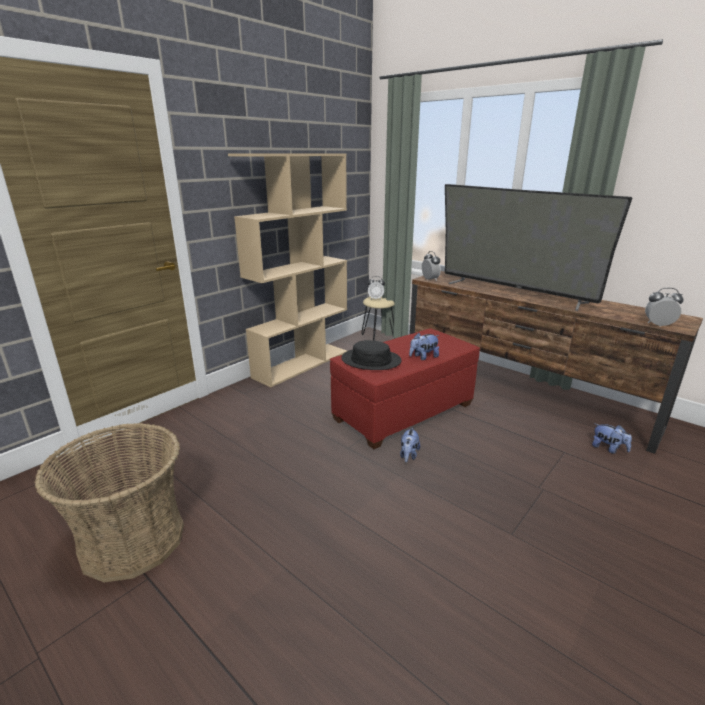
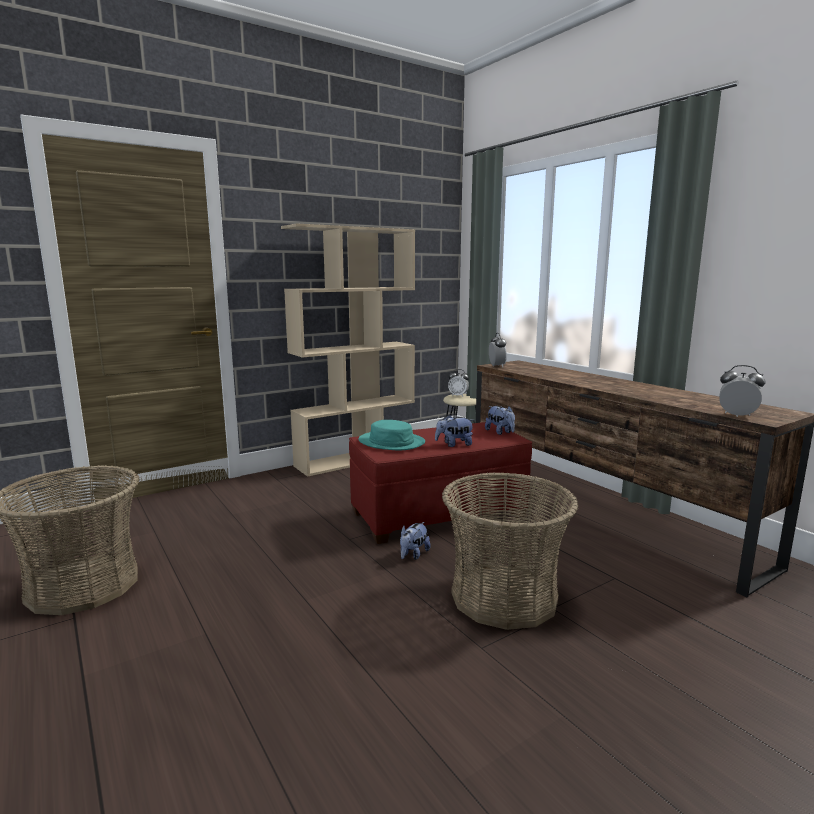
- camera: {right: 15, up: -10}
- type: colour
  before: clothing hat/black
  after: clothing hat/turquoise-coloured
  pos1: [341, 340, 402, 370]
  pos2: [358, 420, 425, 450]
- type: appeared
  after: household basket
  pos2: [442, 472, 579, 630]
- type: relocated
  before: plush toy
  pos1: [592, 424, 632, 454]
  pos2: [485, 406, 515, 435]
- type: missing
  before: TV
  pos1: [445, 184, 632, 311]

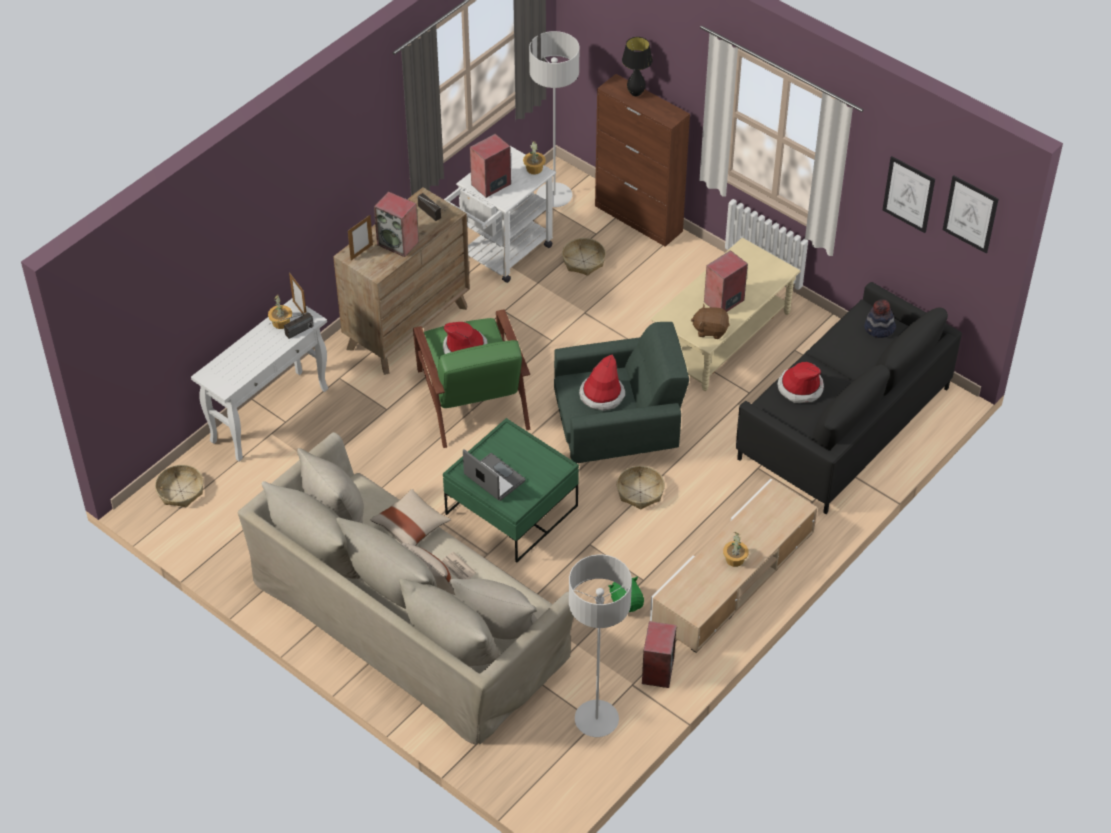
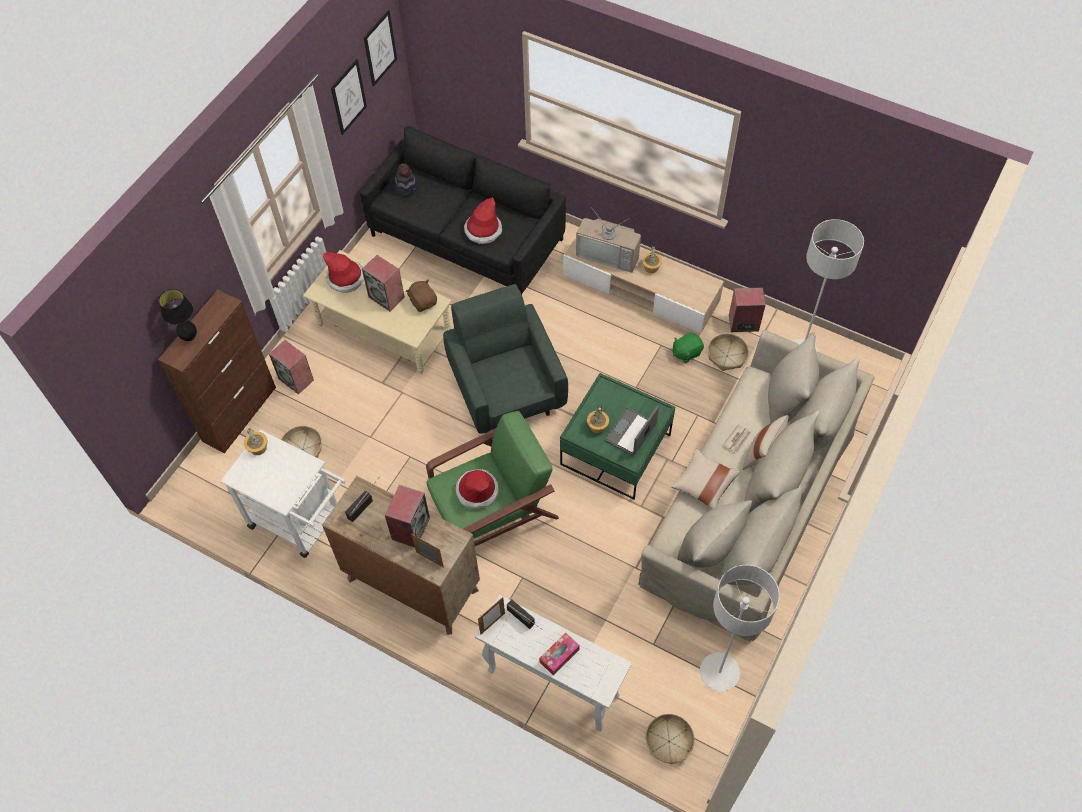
- camera: {right: -100, up: 10}
- type: relocated
  before: speaker
  pos1: [470, 134, 511, 198]
  pos2: [269, 340, 314, 394]
- type: relocated
  before: clothing hat
  pos1: [579, 355, 625, 411]
  pos2: [323, 252, 364, 293]
- type: spun
  before: plush toy/brownish
  pos1: [691, 304, 729, 339]
  pos2: [406, 279, 437, 312]
  turn: 150
- type: appeared
  after: tissue box
  pos2: [539, 632, 580, 676]
- type: appeared
  after: TV
  pos2: [576, 207, 641, 273]
- type: relocated
  before: houseplant
  pos1: [268, 294, 292, 329]
  pos2: [587, 406, 609, 433]
- type: relocated
  before: standard lamp/grey
  pos1: [529, 31, 579, 207]
  pos2: [700, 565, 780, 691]
- type: relocated
  before: household basket
  pos1: [617, 466, 665, 510]
  pos2: [708, 333, 749, 371]

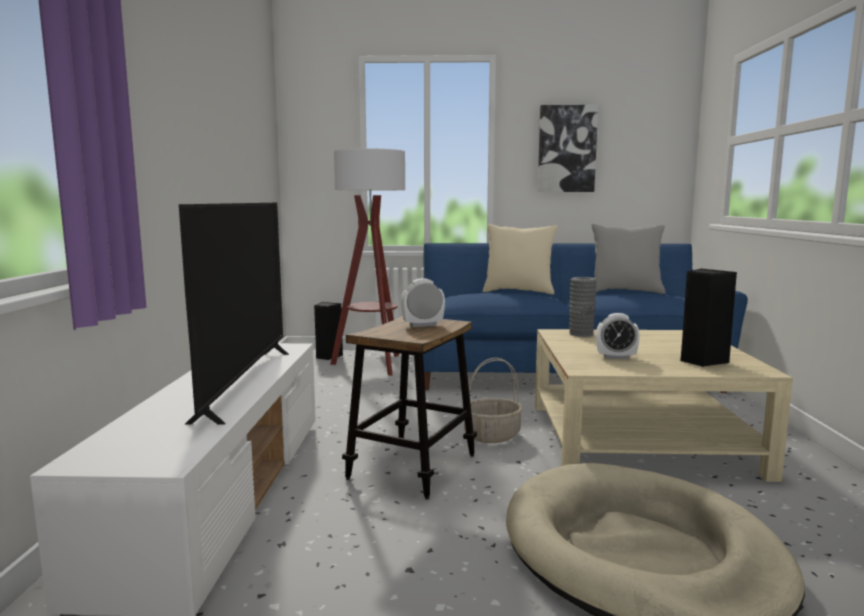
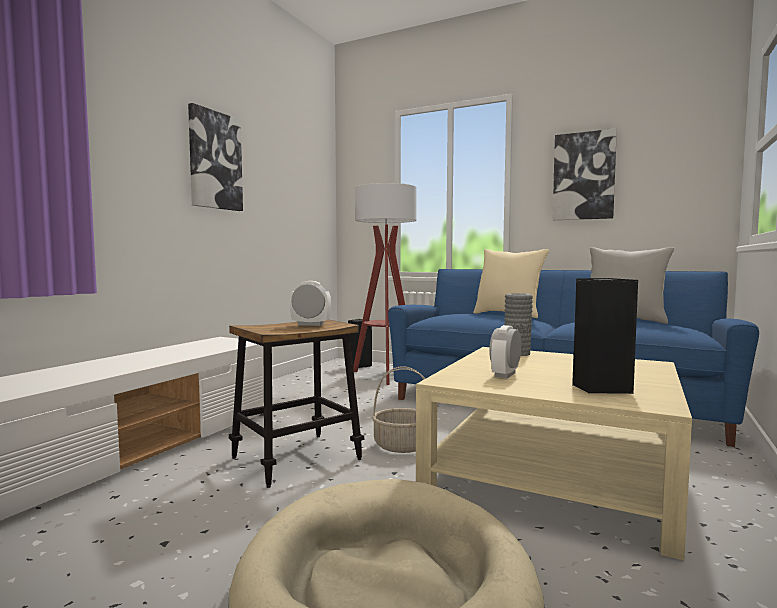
- camera: {right: 25, up: -5}
- type: appeared
  after: wall art
  pos2: [188, 103, 243, 211]
- type: spun
  before: alarm clock
  pos1: [596, 313, 640, 359]
  pos2: [489, 325, 522, 378]
  turn: 90
- type: missing
  before: TV
  pos1: [179, 203, 289, 425]

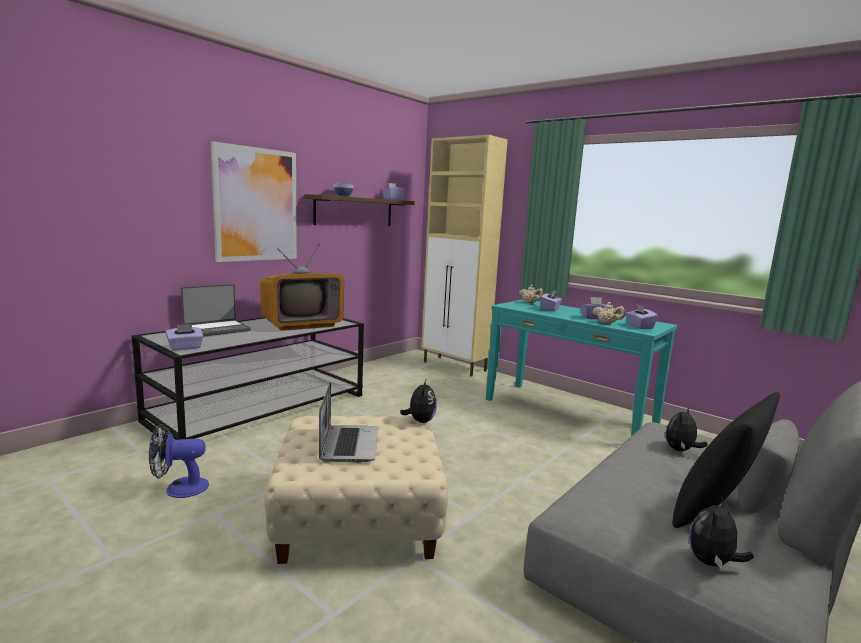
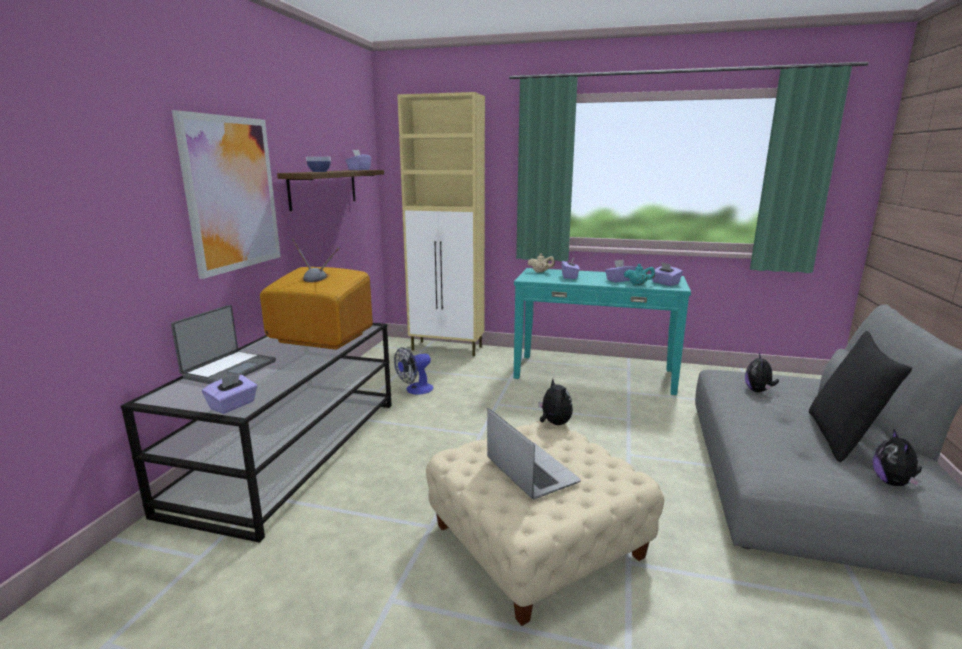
- camera: {right: -25, up: 5}
- type: spun
  before: TV
  pos1: [260, 244, 344, 331]
  pos2: [260, 238, 373, 350]
  turn: -105
- type: relocated
  before: electric fan
  pos1: [149, 424, 209, 498]
  pos2: [394, 347, 433, 395]
- type: colour
  before: pot for tea/beige
  after: pot for tea/turquoise-coloured
  pos1: [593, 302, 625, 324]
  pos2: [624, 264, 655, 285]

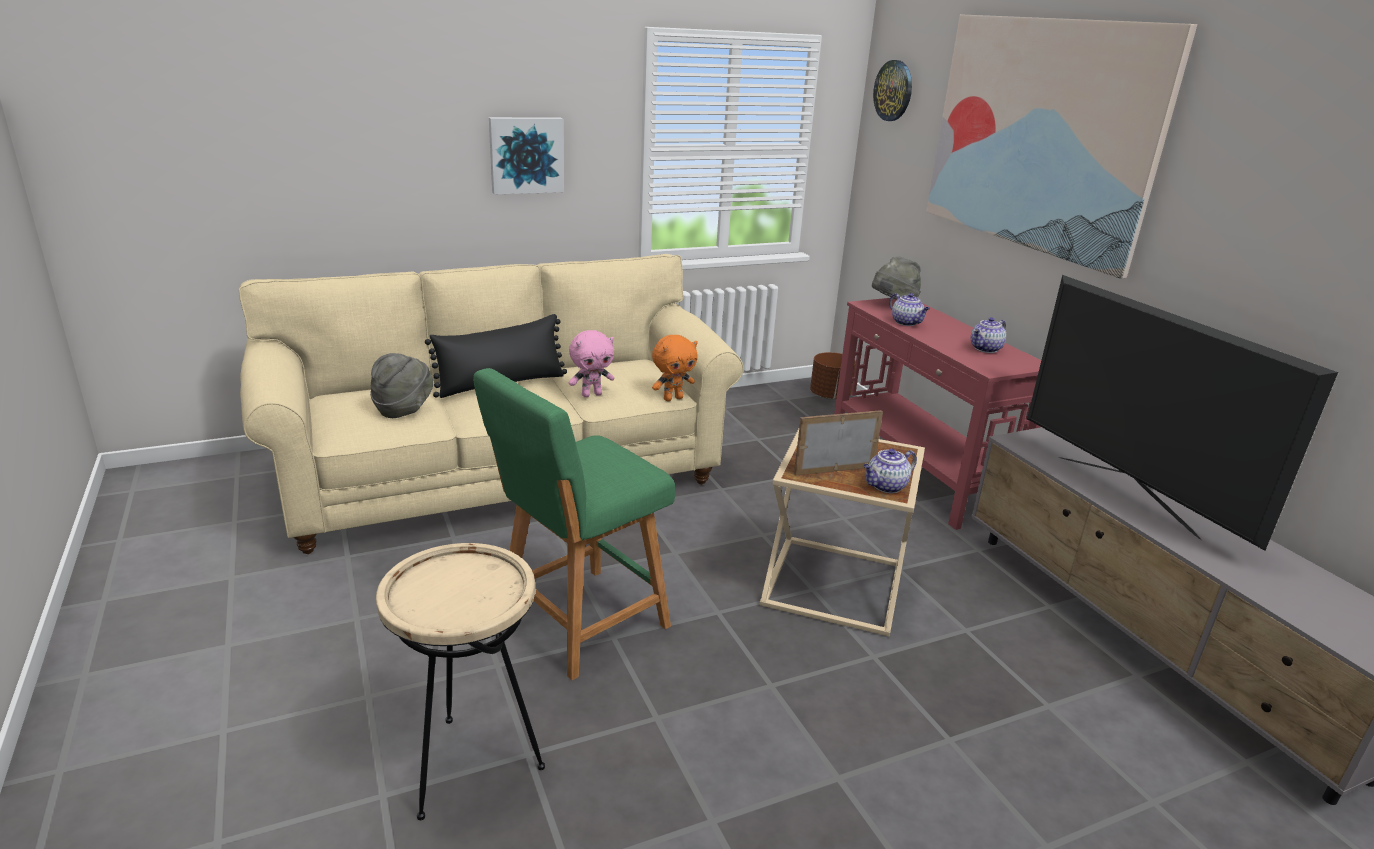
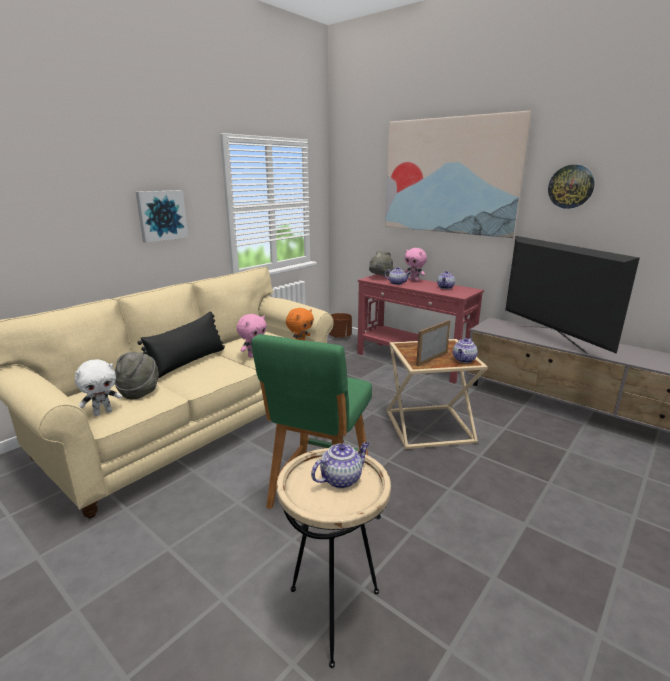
- camera: {right: -25, up: -5}
- type: appeared
  after: plush toy/white
  pos2: [75, 359, 122, 416]
- type: appeared
  after: pot for tea
  pos2: [311, 442, 369, 489]
- type: appeared
  after: plush toy/pinkish
  pos2: [405, 248, 427, 281]
- type: spun
  before: TV
  pos1: [1027, 275, 1338, 551]
  pos2: [505, 236, 640, 354]
  turn: -150
- type: relocated
  before: hanging clock
  pos1: [873, 60, 912, 121]
  pos2: [548, 165, 595, 209]

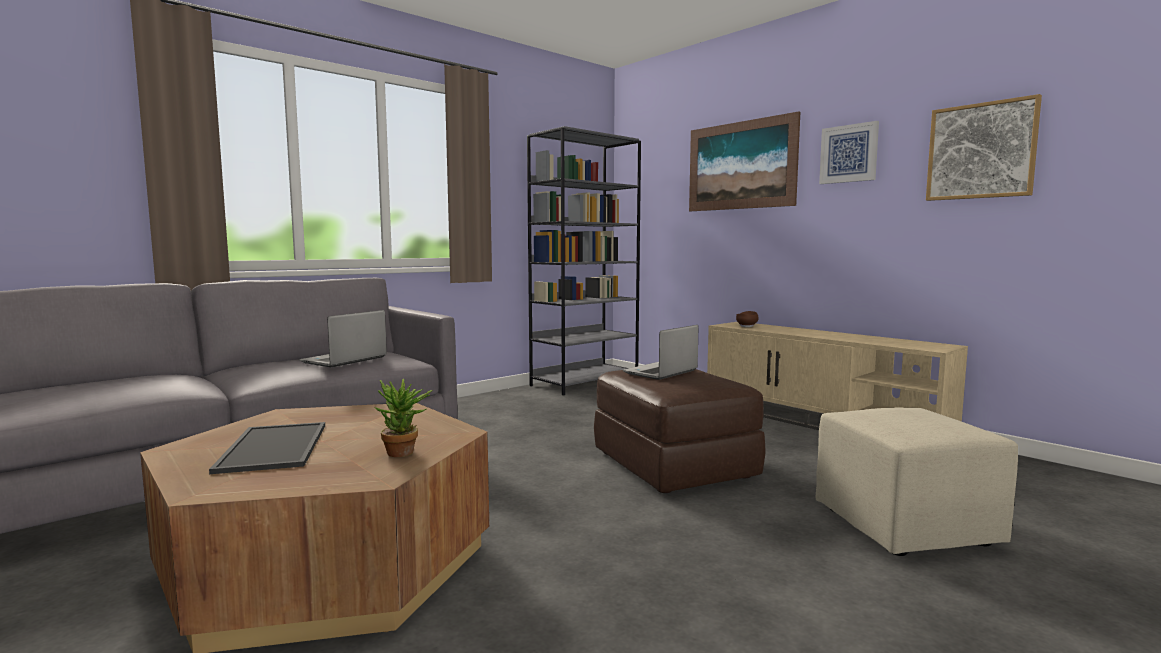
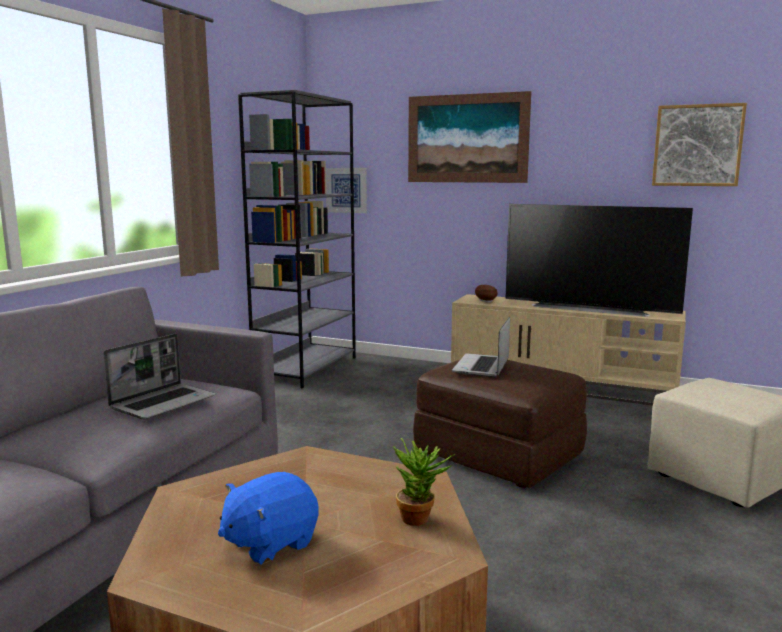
- camera: {right: -25, up: 5}
- type: spun
  before: portable computer
  pos1: [299, 310, 387, 367]
  pos2: [104, 334, 215, 419]
  turn: -150
- type: exchanged
  before: tray
  after: plush toy/blue-coloured
  pos1: [209, 422, 325, 474]
  pos2: [218, 472, 319, 565]
- type: relocated
  before: wall art
  pos1: [819, 121, 879, 184]
  pos2: [326, 168, 367, 213]
- type: appeared
  after: TV
  pos2: [505, 204, 693, 317]

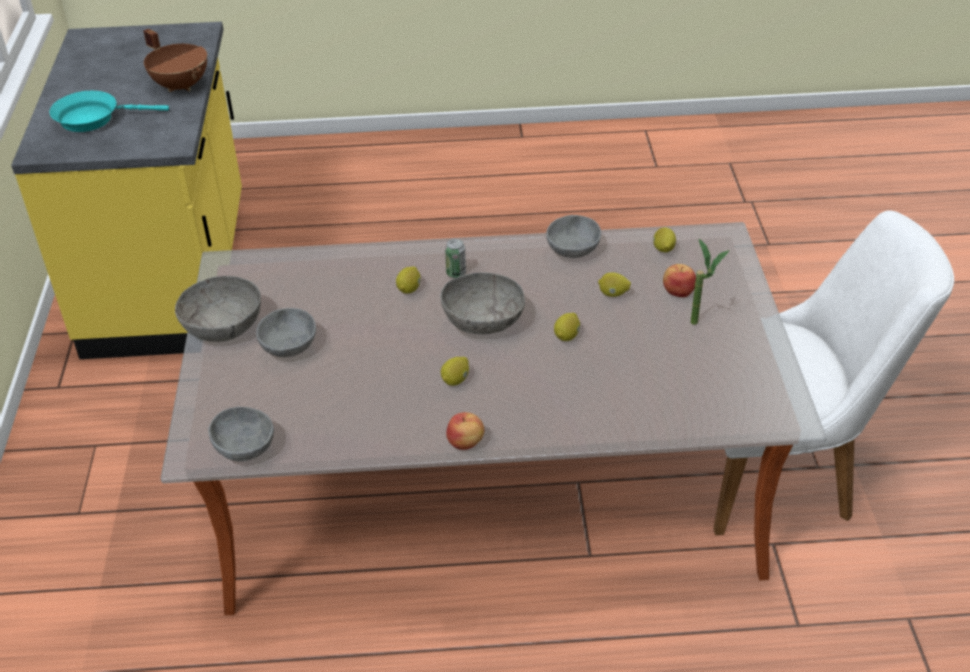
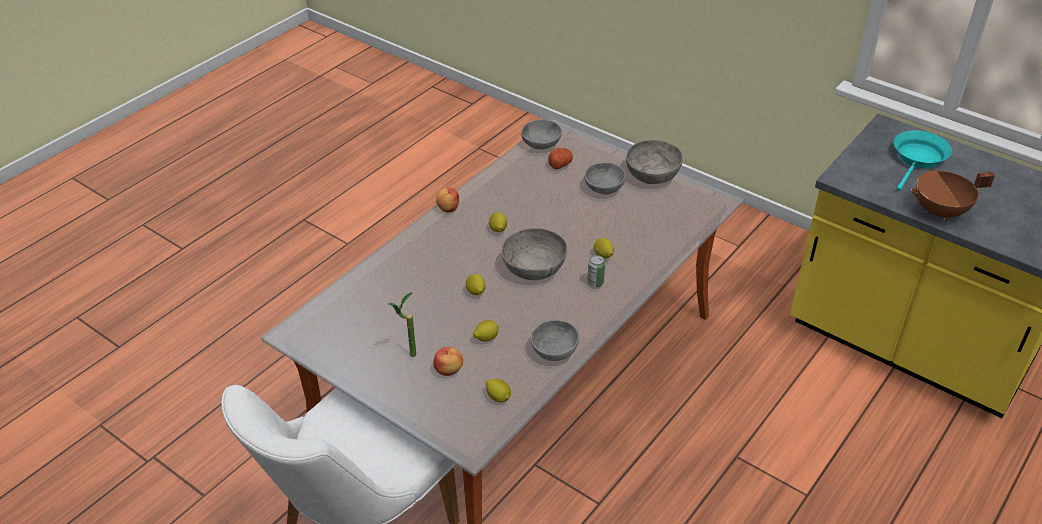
- camera: {right: 130, up: 0}
- type: appeared
  after: spud
  pos2: [548, 148, 573, 169]

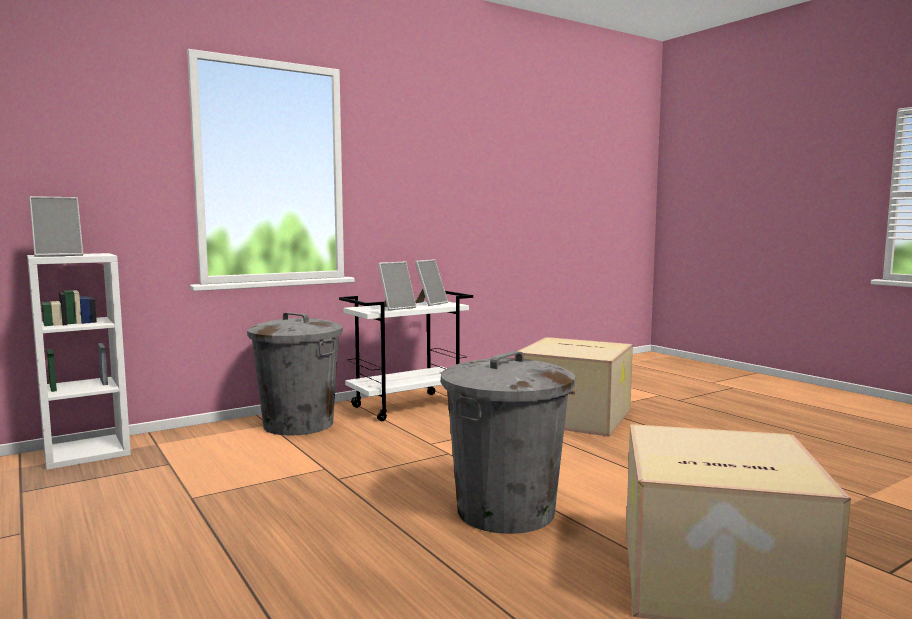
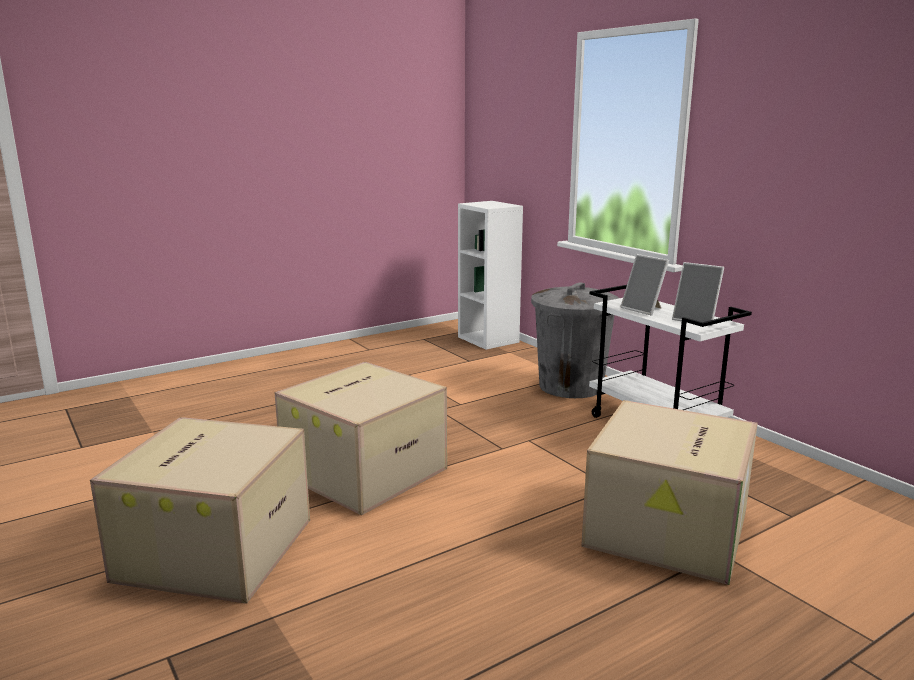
- camera: {right: 90, up: 10}
- type: exchanged
  before: trash can/grey
  after: packing box
  pos1: [441, 351, 575, 534]
  pos2: [274, 362, 447, 515]
- type: missing
  before: photo frame
  pos1: [29, 196, 83, 257]

